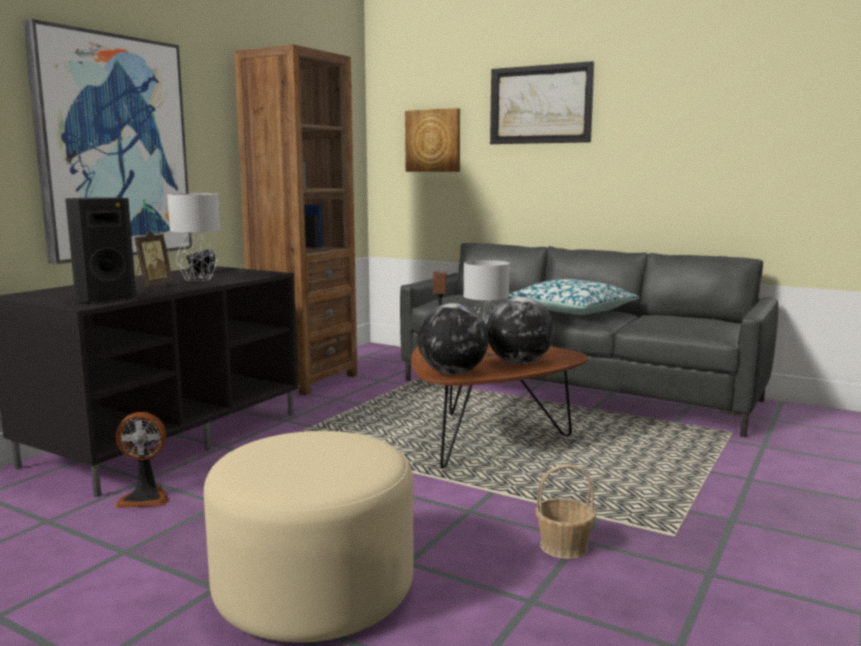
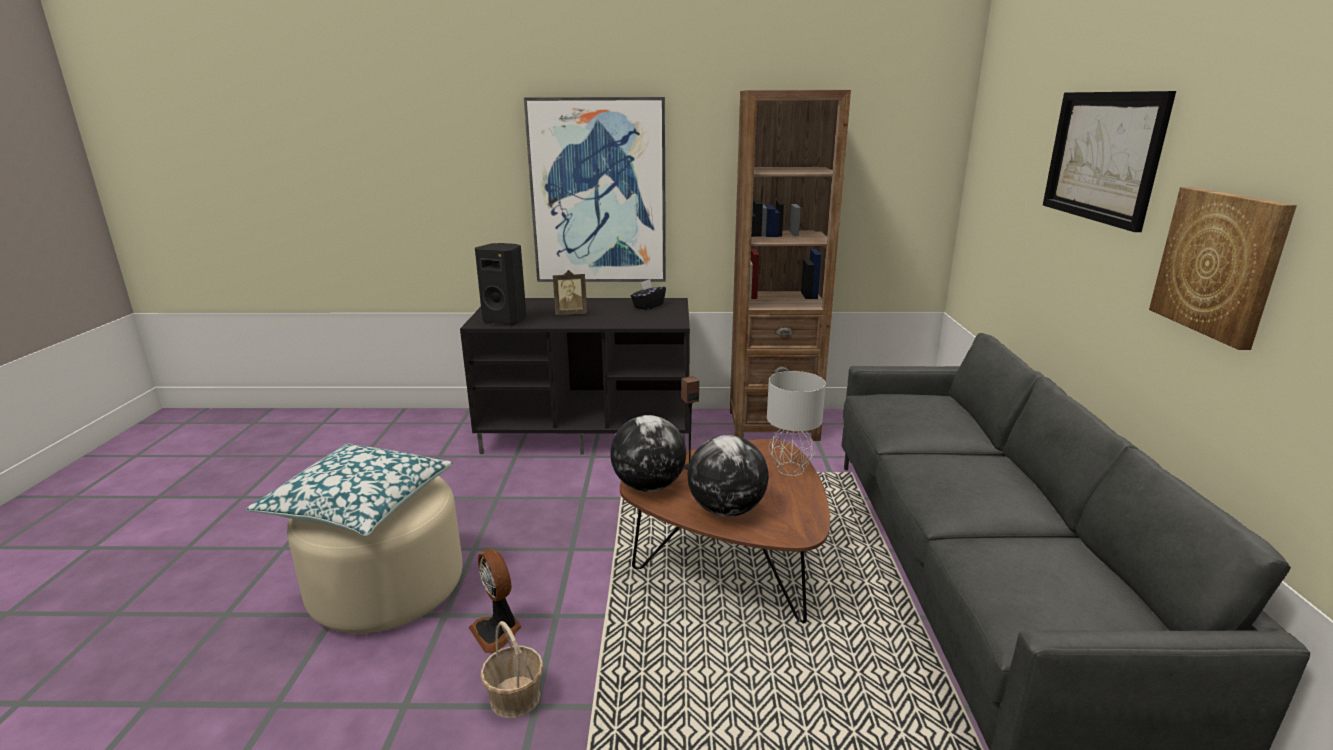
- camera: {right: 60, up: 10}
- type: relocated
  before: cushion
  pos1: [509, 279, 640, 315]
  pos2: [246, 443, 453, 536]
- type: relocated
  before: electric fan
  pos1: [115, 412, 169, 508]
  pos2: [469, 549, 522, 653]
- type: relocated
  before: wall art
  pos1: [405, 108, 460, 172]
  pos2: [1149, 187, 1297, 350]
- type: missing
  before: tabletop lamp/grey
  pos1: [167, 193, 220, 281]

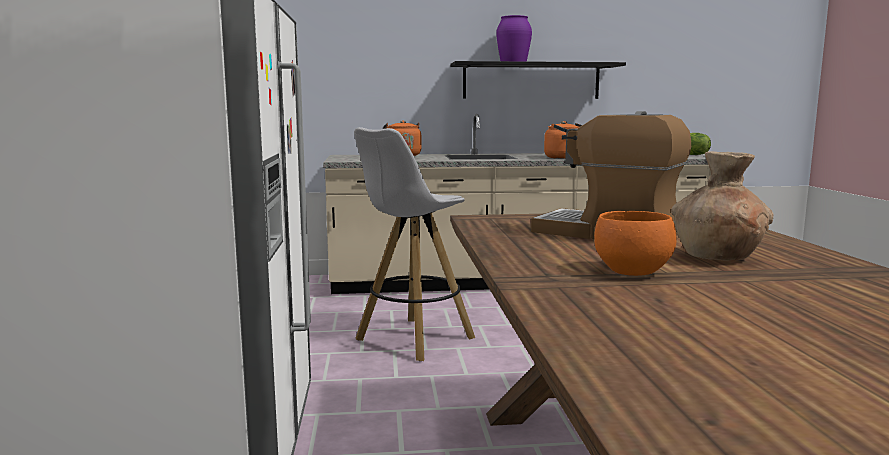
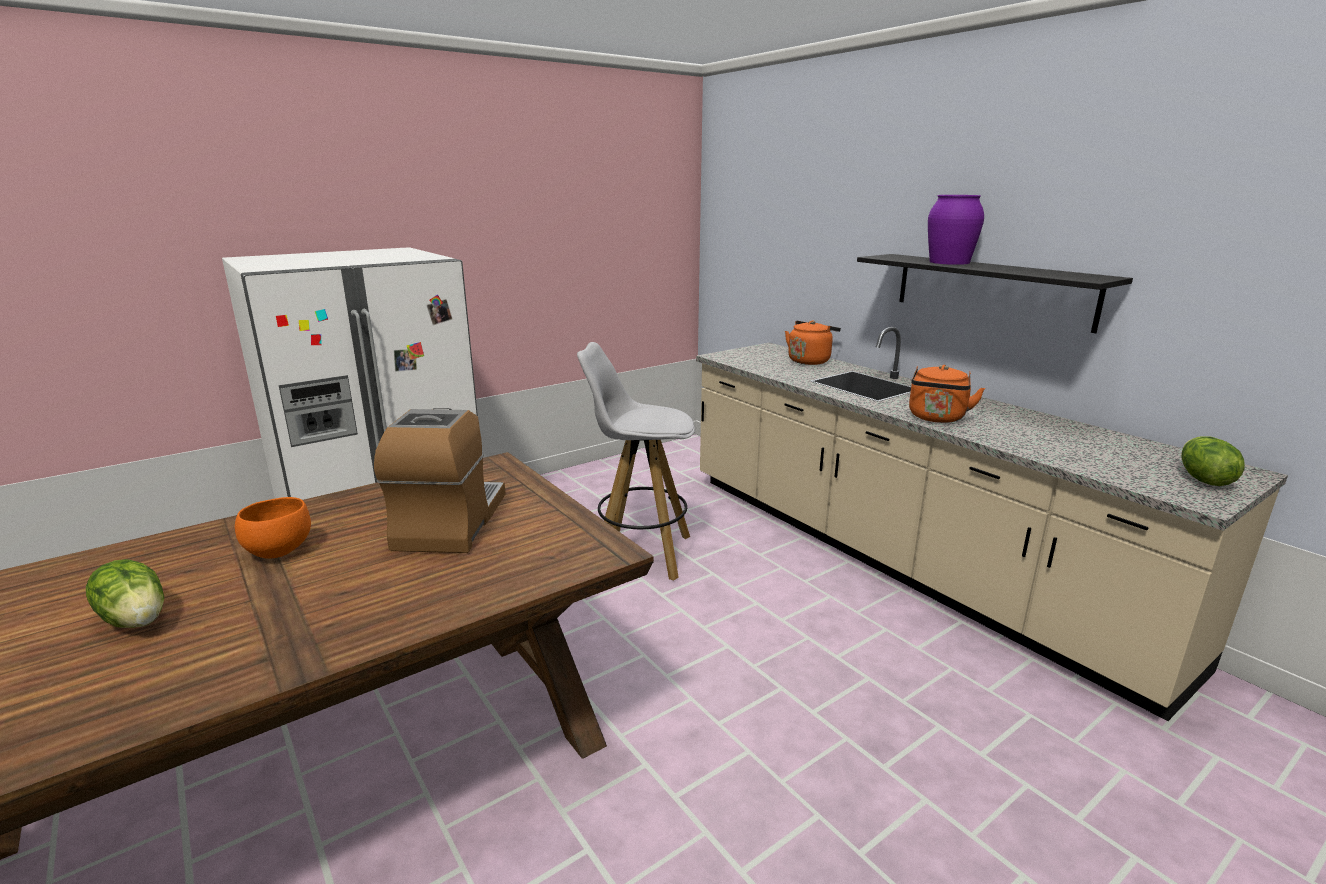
- camera: {right: 60, up: 10}
- type: appeared
  after: lettuce
  pos2: [86, 559, 164, 628]
- type: missing
  before: decorative vase/brownish
  pos1: [671, 151, 773, 260]

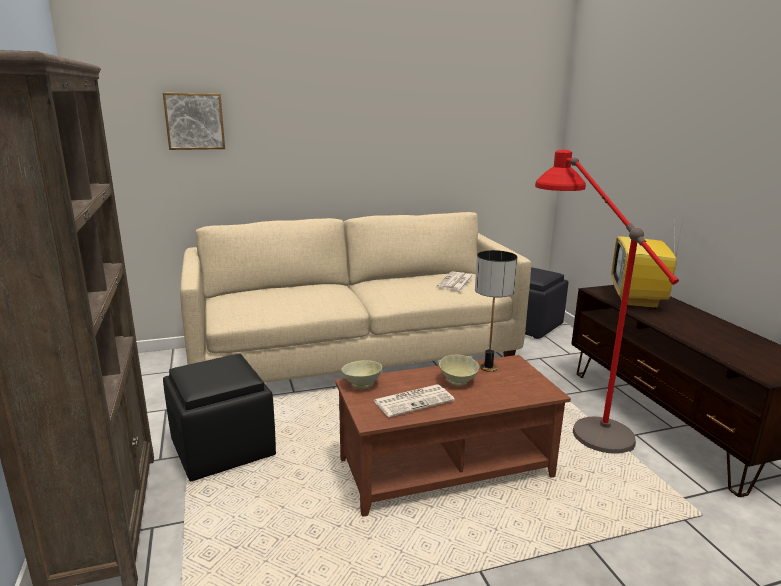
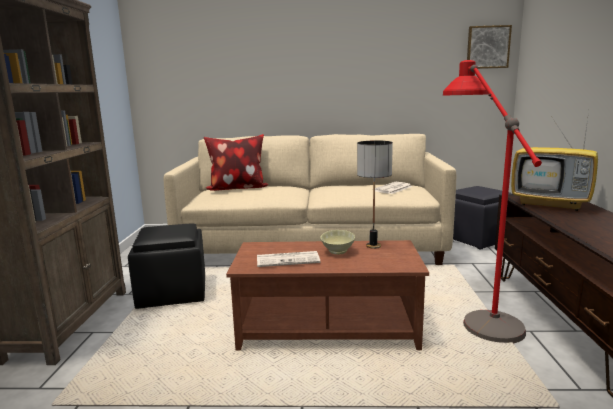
- camera: {right: 20, up: -5}
- type: appeared
  after: cushion
  pos2: [204, 134, 268, 191]
- type: relocated
  before: wall art
  pos1: [163, 93, 225, 150]
  pos2: [467, 25, 512, 69]
- type: spun
  before: TV
  pos1: [611, 216, 684, 309]
  pos2: [511, 111, 598, 211]
  turn: -90
- type: missing
  before: serving bowl/beige
  pos1: [341, 360, 382, 389]

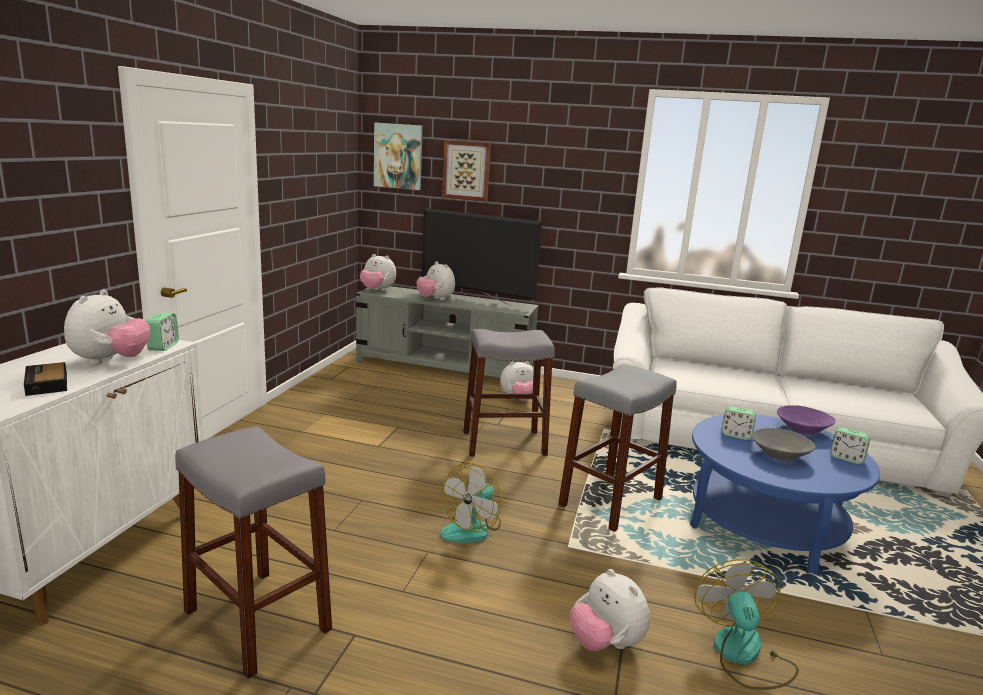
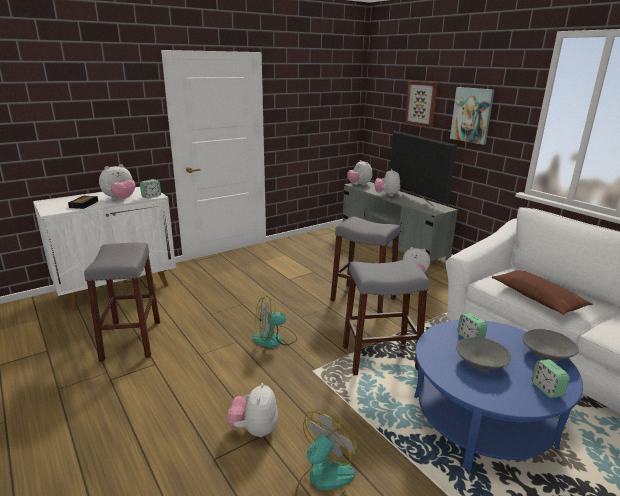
- camera: {right: 40, up: 5}
- type: relocated
  before: wall art
  pos1: [374, 122, 423, 190]
  pos2: [450, 87, 494, 145]
- type: appeared
  after: cushion/brownish
  pos2: [492, 270, 593, 315]
- type: colour
  before: serving bowl/purplish
  after: serving bowl/grey
  pos1: [777, 405, 836, 435]
  pos2: [522, 329, 579, 361]

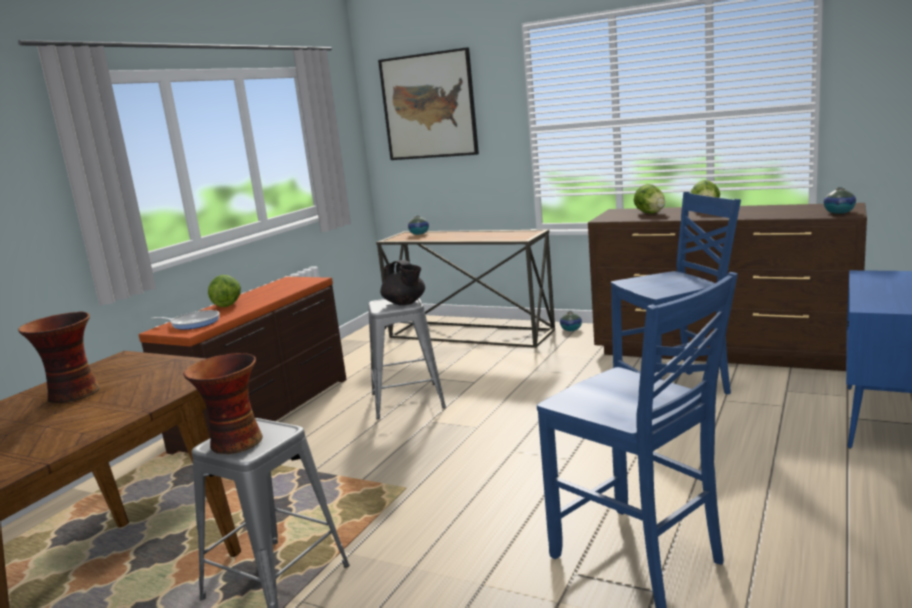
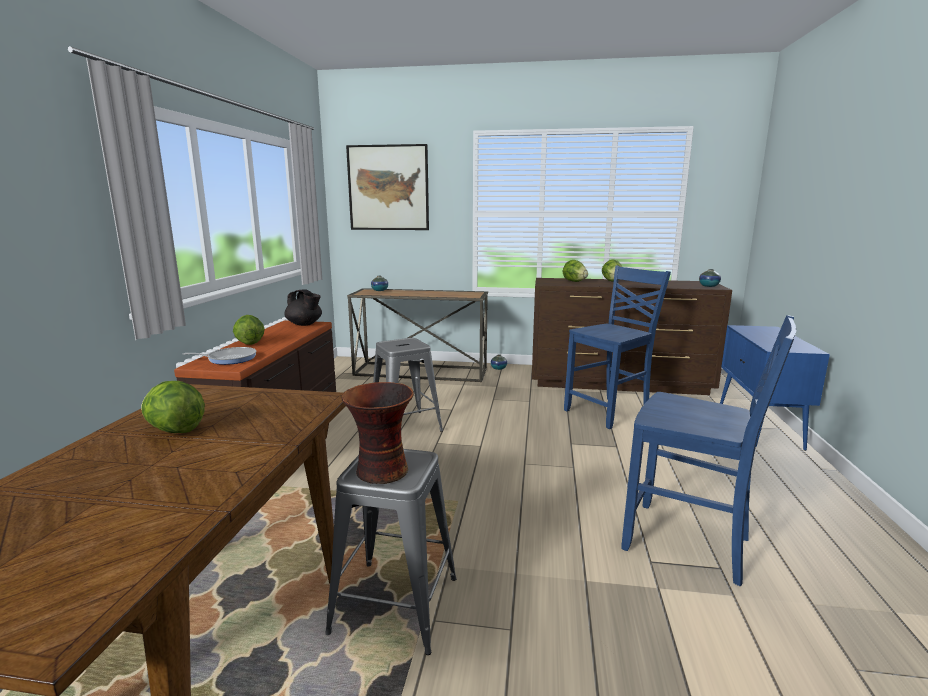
- camera: {right: -20, up: 0}
- type: exchanged
  before: decorative vase
  after: lettuce
  pos1: [18, 312, 100, 403]
  pos2: [141, 381, 205, 433]
- type: relocated
  before: pot for tea/black
  pos1: [380, 260, 425, 305]
  pos2: [284, 289, 322, 326]

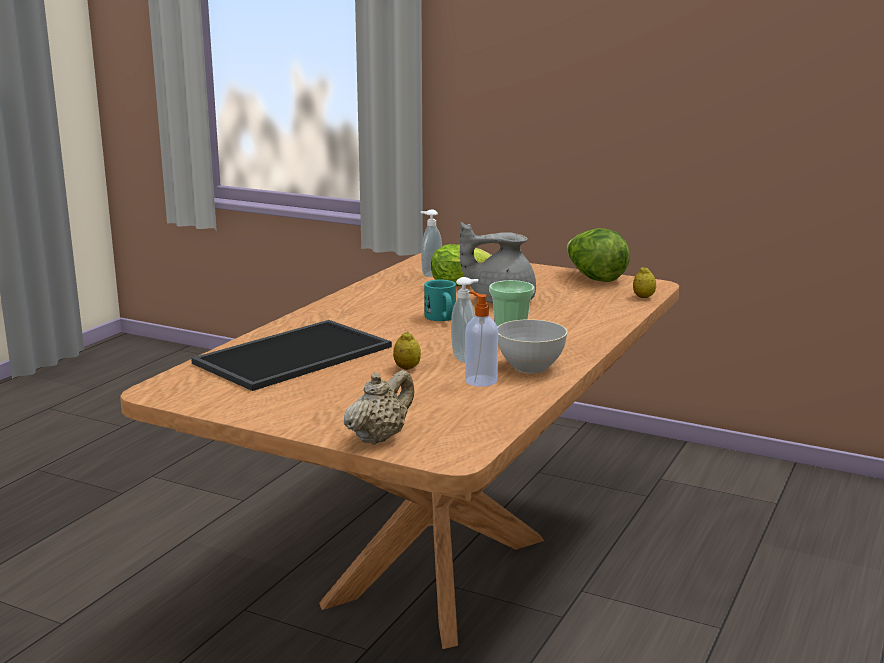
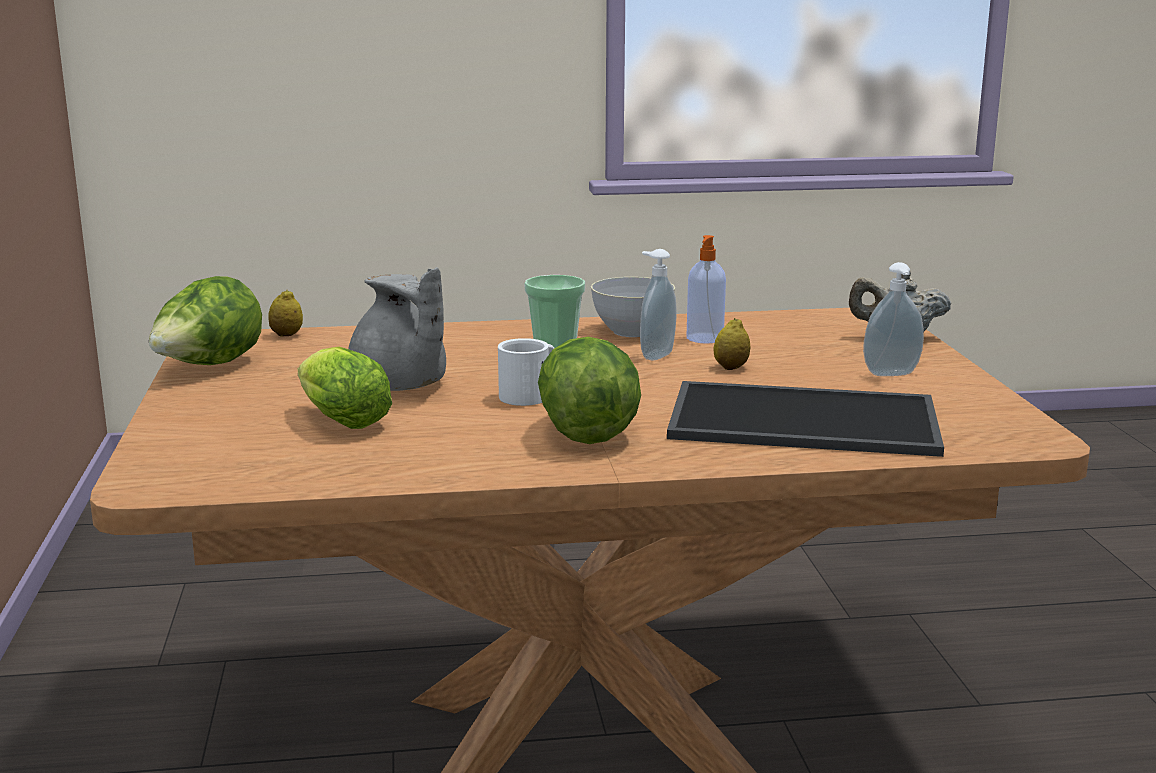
- camera: {right: -125, up: 0}
- type: colour
  before: tea mug/turquoise-coloured
  after: tea mug/white
  pos1: [424, 280, 456, 321]
  pos2: [498, 338, 554, 406]
- type: appeared
  after: lettuce
  pos2: [538, 337, 641, 444]
- type: relocated
  before: soap dispenser
  pos1: [421, 209, 442, 277]
  pos2: [863, 262, 924, 376]

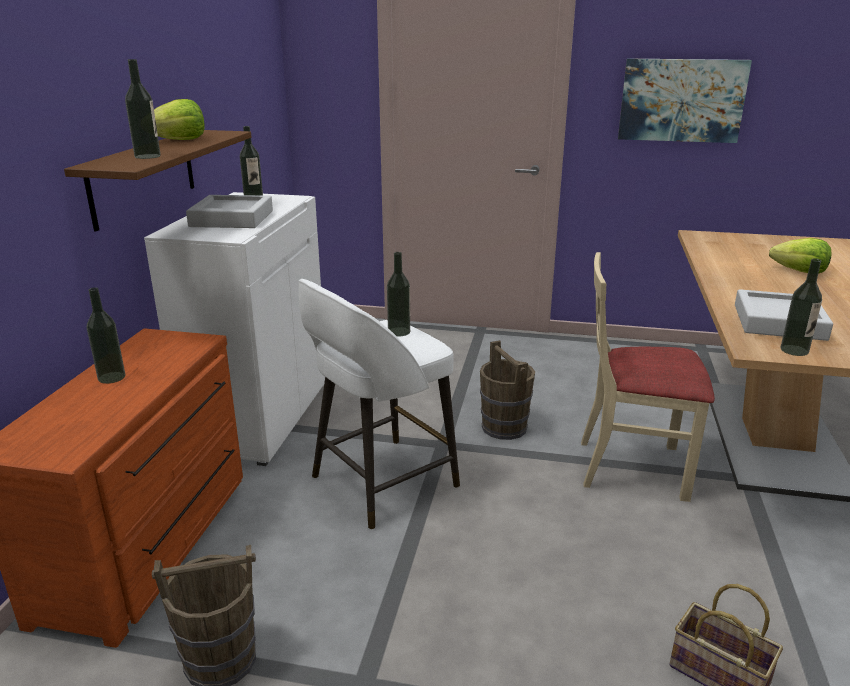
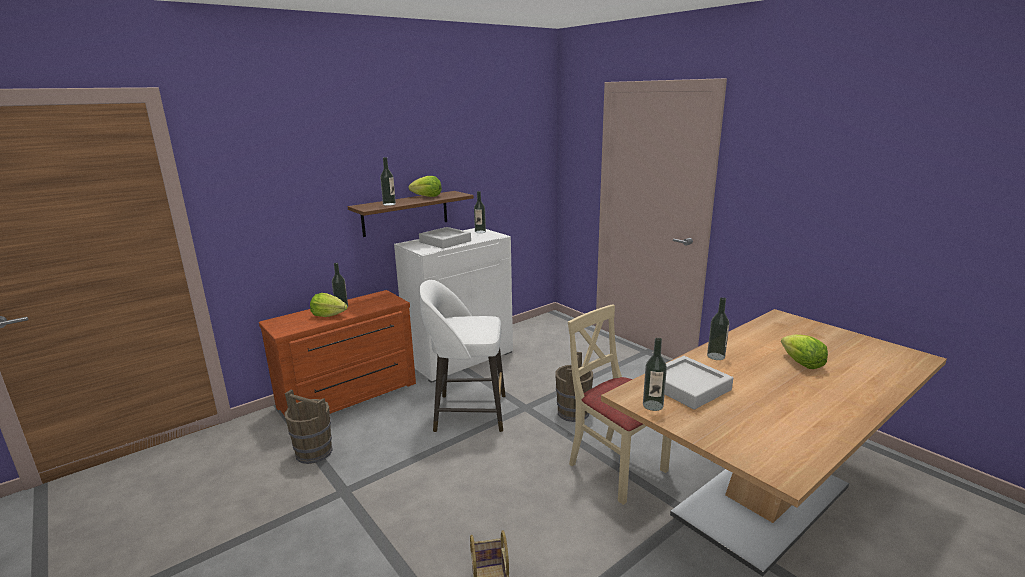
- camera: {right: 40, up: -5}
- type: appeared
  after: lettuce
  pos2: [310, 293, 348, 317]
- type: relocated
  before: bottle
  pos1: [387, 252, 410, 337]
  pos2: [707, 297, 729, 360]
- type: missing
  before: wall art
  pos1: [618, 59, 752, 143]

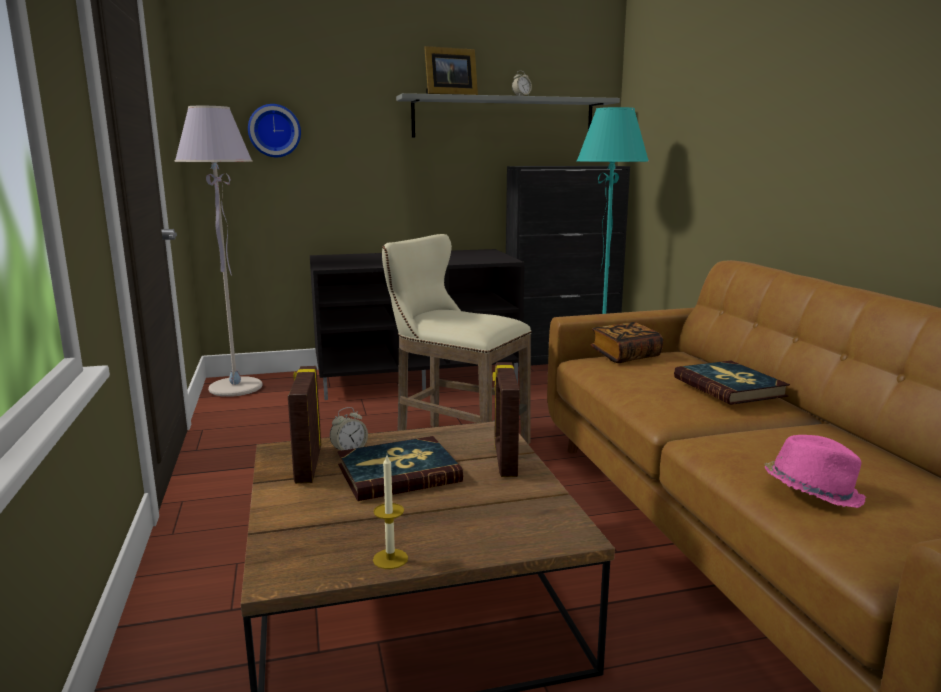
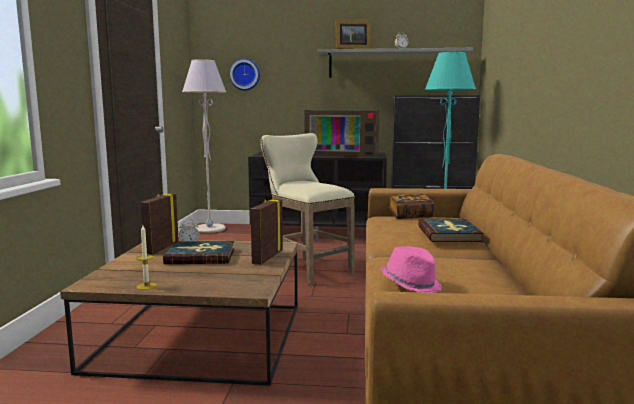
- camera: {right: 20, up: -5}
- type: appeared
  after: TV
  pos2: [304, 110, 379, 157]

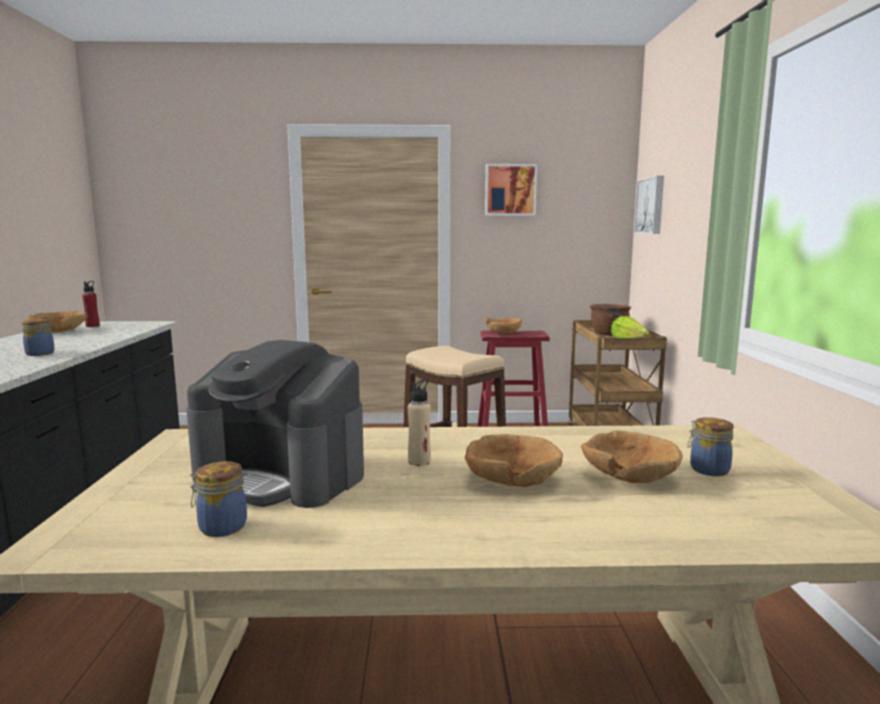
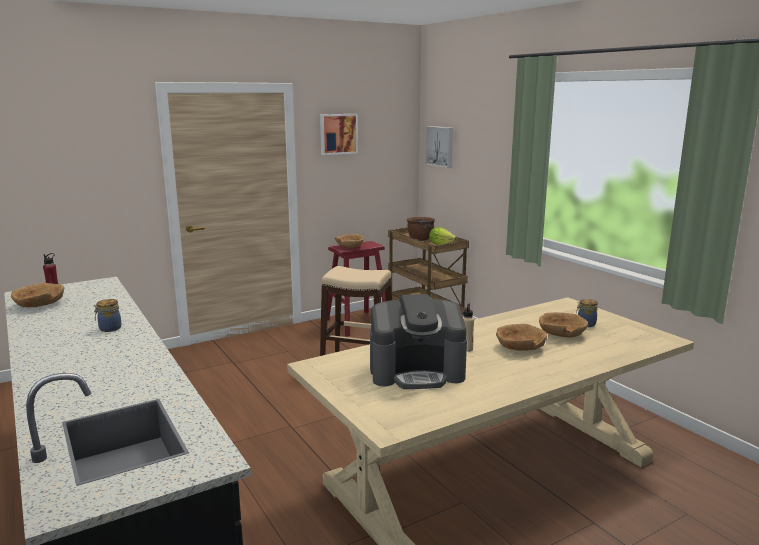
- camera: {right: -30, up: 5}
- type: missing
  before: preserve jar
  pos1: [190, 461, 247, 537]

